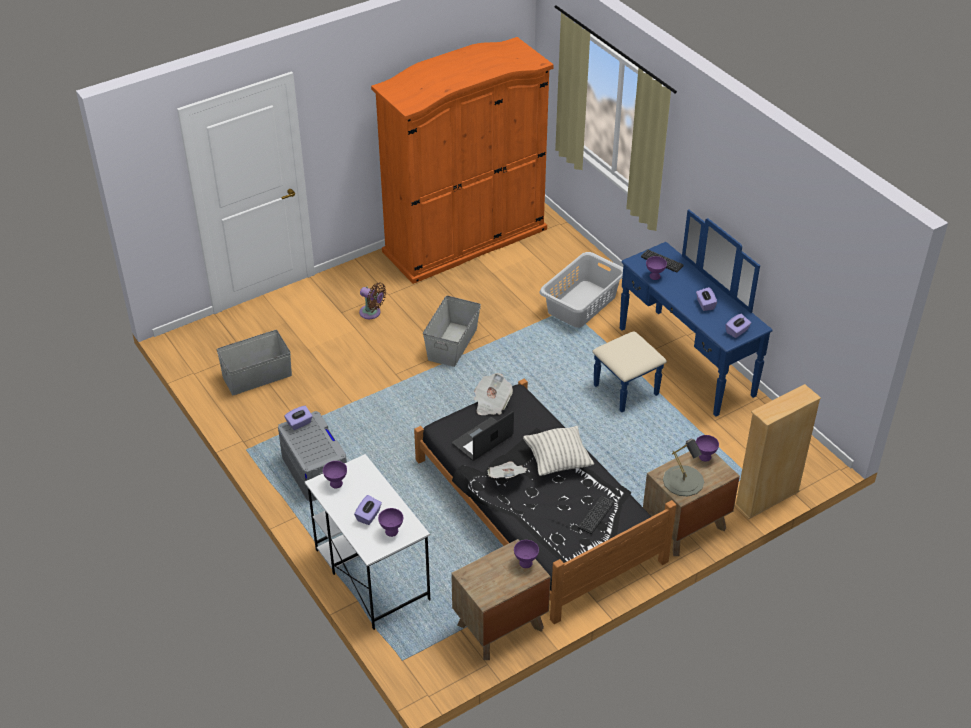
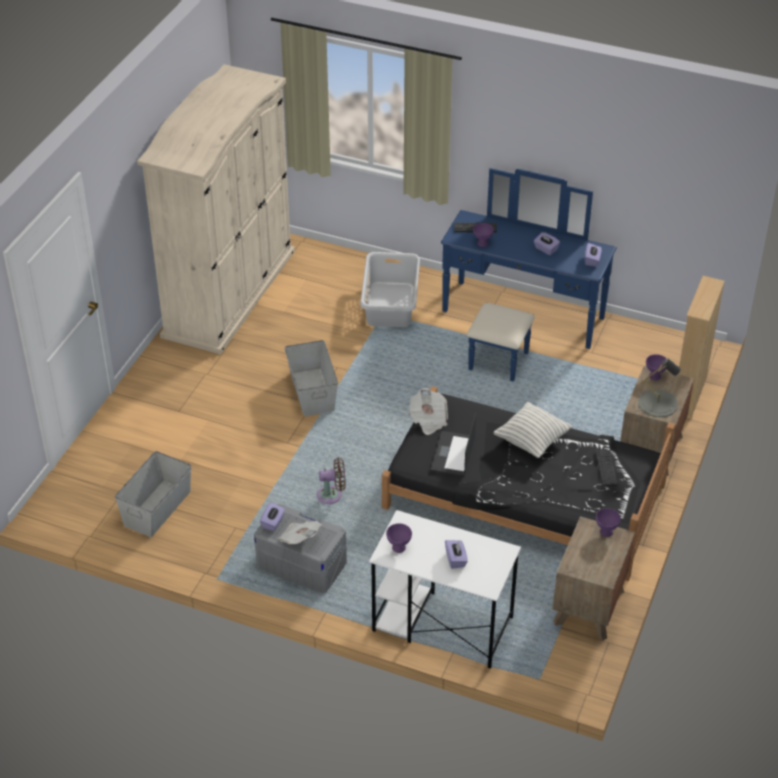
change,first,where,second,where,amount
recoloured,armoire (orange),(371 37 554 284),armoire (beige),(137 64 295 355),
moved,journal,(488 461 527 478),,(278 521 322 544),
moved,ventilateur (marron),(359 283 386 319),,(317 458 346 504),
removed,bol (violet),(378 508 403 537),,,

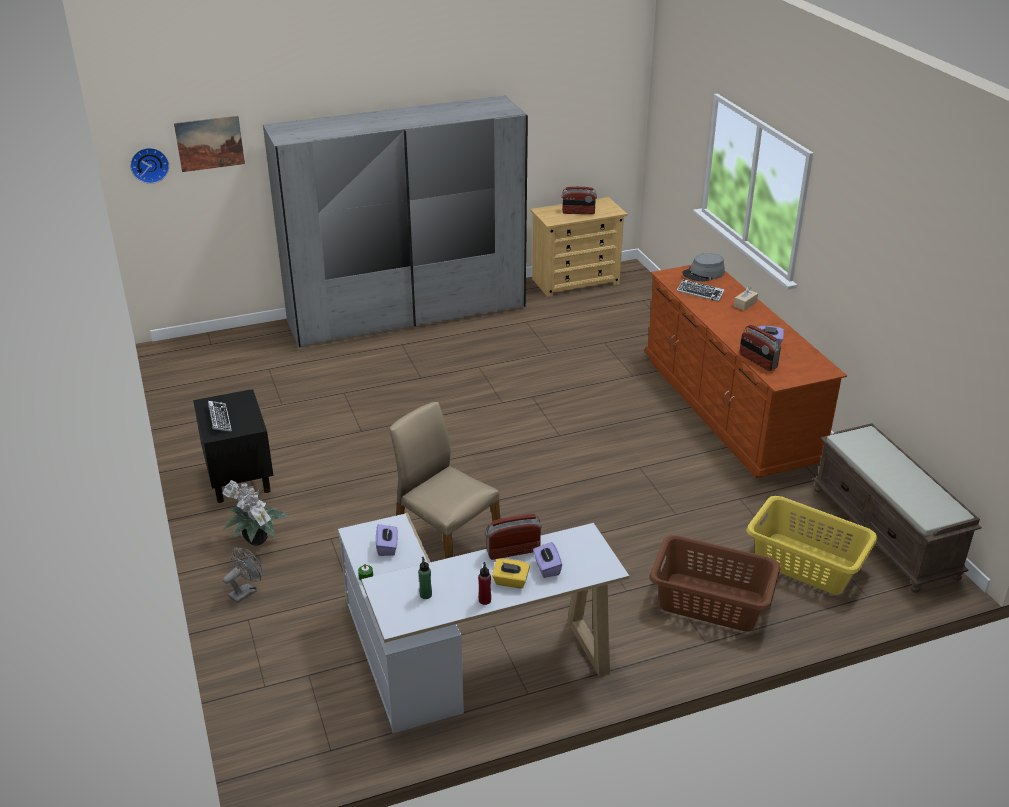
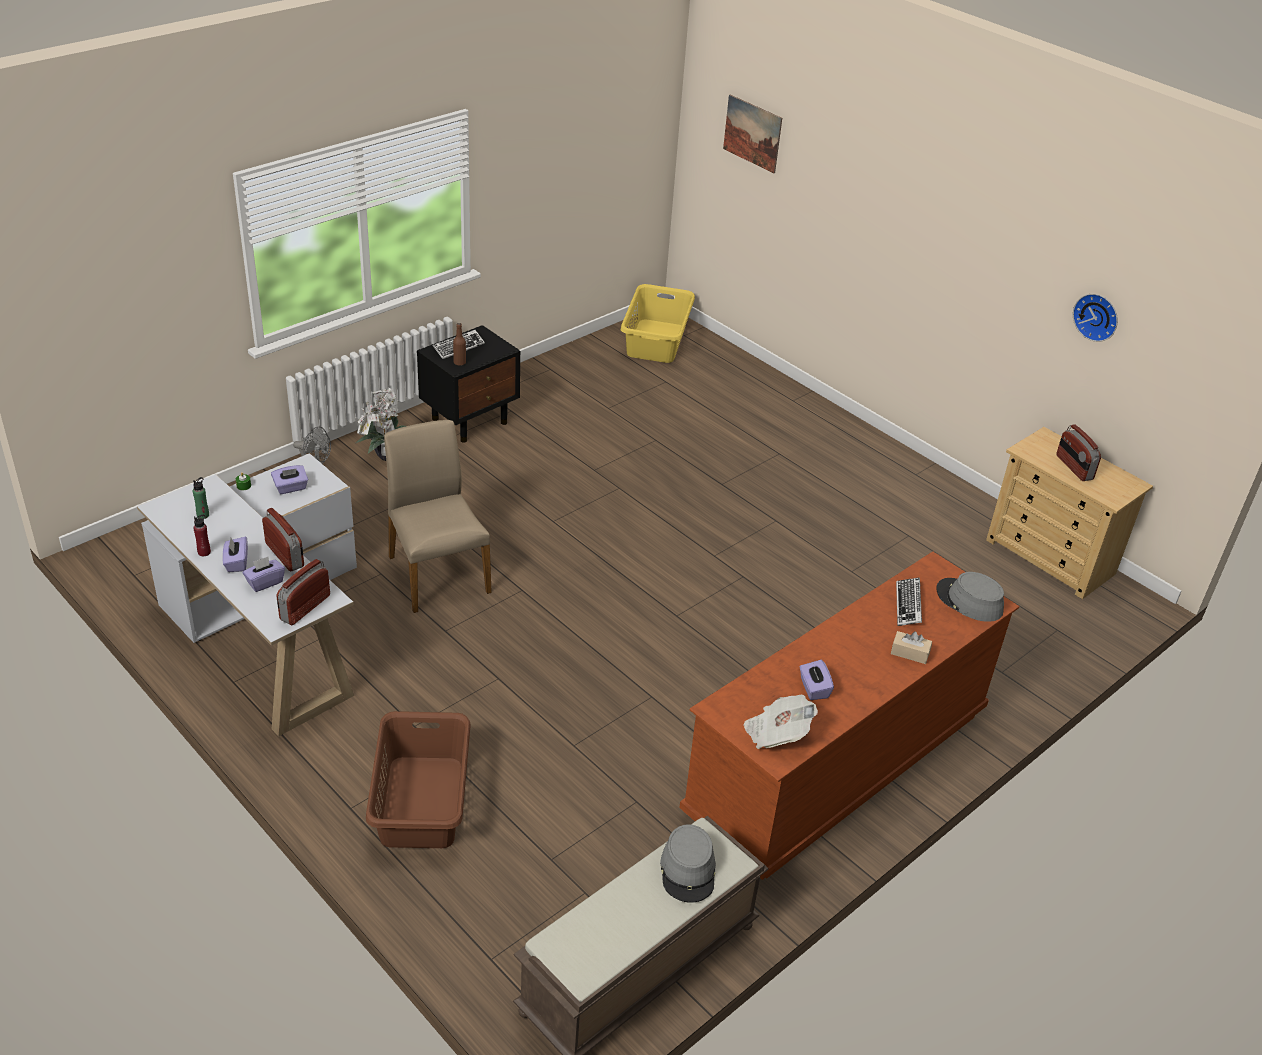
change,first,where,second,where,amount
recoloured,boîte à mouchoirs (jaune),(492 558 530 588),boîte à mouchoirs (violet),(222 536 248 572),
moved,radio,(739 325 781 371),,(276 559 330 625),
turned,chaise (beige),(390 402 500 559),,(384 420 492 613),45 degrees counterclockwise
added,,,bouteille (marron),(453 323 466 366),
moved,panier à linge (jaune),(746 496 877 594),,(621 284 695 363),
added,,,chapeau (gris),(660 824 716 903),
added,,,journal,(743 695 818 749),
moved,horloge murale,(130 148 169 184),,(1073 294 1118 342),
removed,armoire (gris),(263 95 528 349),,,

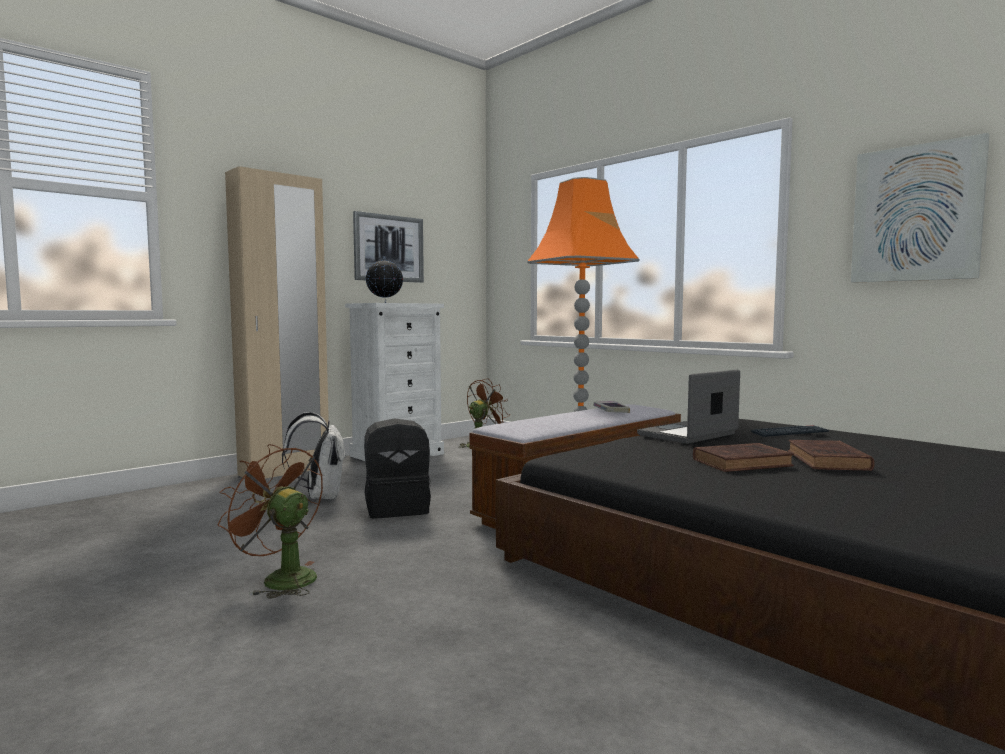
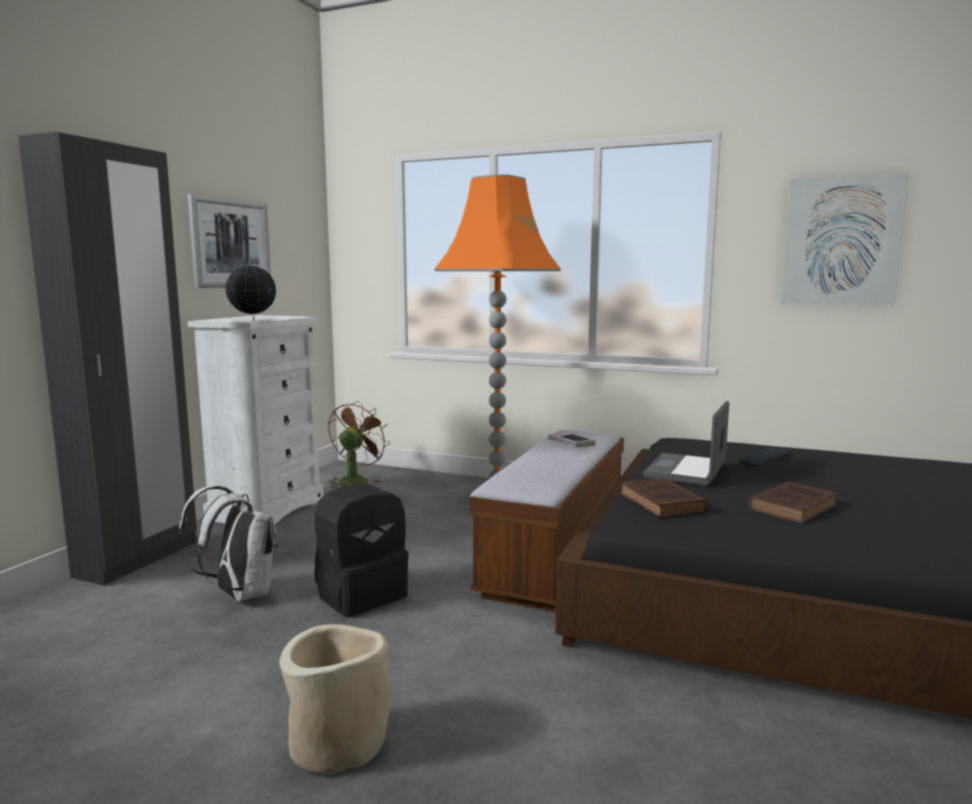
change,first,where,second,where,amount
recoloured,armoire (beige),(225 166 329 479),armoire (noir),(18 132 197 586),
replaced,ventilateur (marron),(218 444 323 599),cache-pot (beige),(279 624 390 774),
moved,livre (marron),(788 440 875 471),,(620 478 708 518),

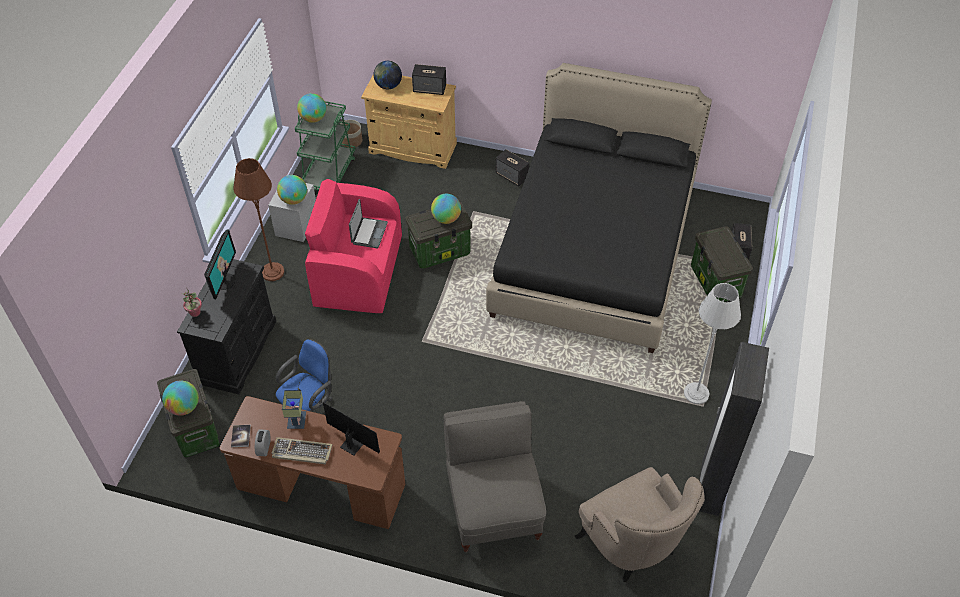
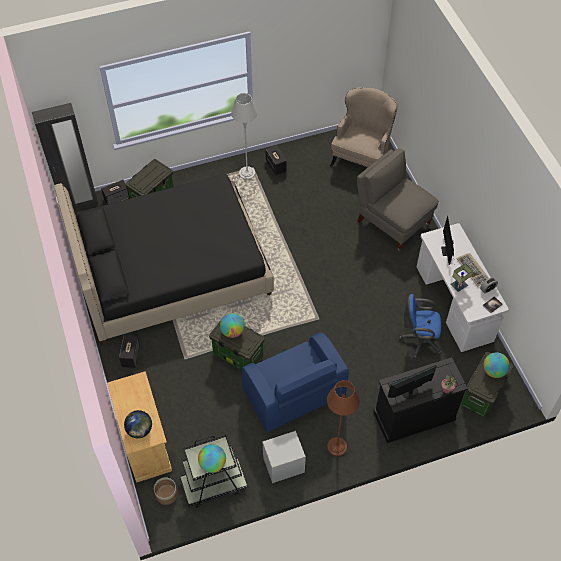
change,first,where,second,where,amount
moved,armoire (noir),(699 342 769 516),,(32 103 98 210),
recoloured,chariot (vert),(295 101 356 190),chariot (noir),(179 434 248 508),
recoloured,fauteuil (rose),(305 179 402 313),fauteuil (bleu),(241 332 349 433),
moved,enceinte,(412 64 446 95),,(266 145 287 175),
turned,fauteuil (gris),(444 401 546 553),,(357 148 439 251),90 degrees clockwise
recoloured,bureau (marron),(220 396 405 529),bureau (blanc),(417 223 509 352),
removed,globe,(277 175 307 205),,,
removed,ordinateur portable,(349 199 388 248),,,

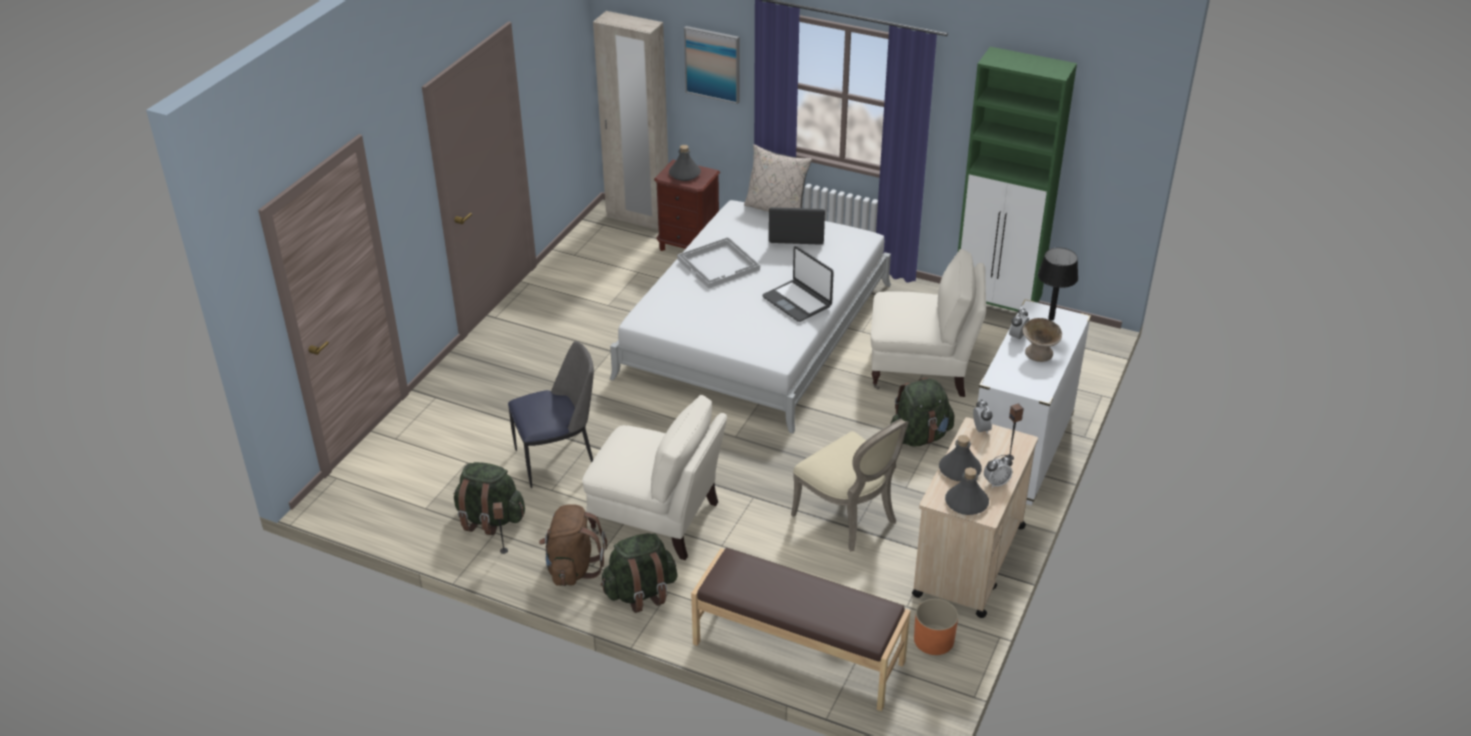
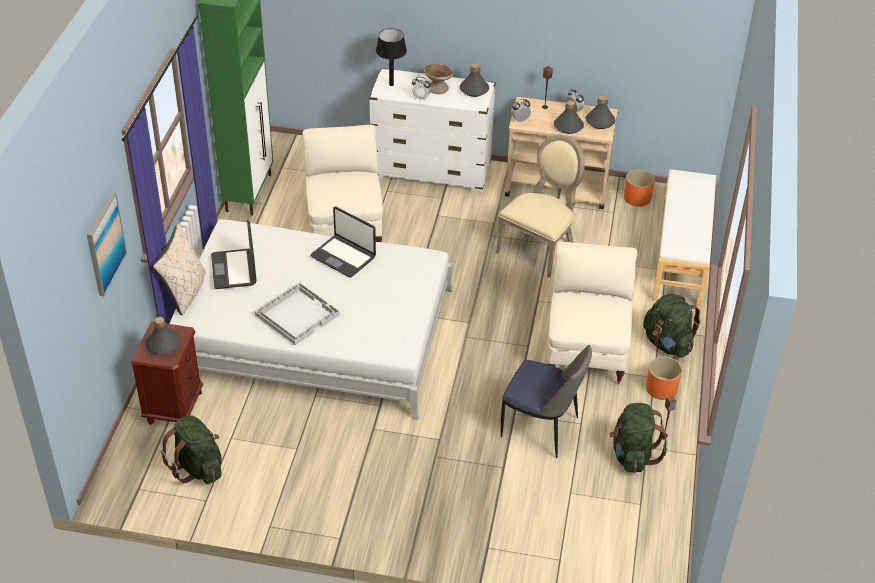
change,first,where,second,where,amount
moved,sac à dos (vert),(890 378 954 447),,(161 415 222 484),
turned,ordinateur portable,(762 246 834 322),,(311 206 376 278),90 degrees clockwise
added,,,bouteille (gris),(460 63 489 97),
turned,chaise,(508 341 594 488),,(501 345 592 458),150 degrees clockwise
replaced,sac à dos (marron),(539 504 607 586),cache-pot (orange),(646 356 682 400),
recoloured,banc (marron),(691 548 911 711),banc (blanc),(652 169 716 307),
removed,armoire (beige),(593 11 668 231),,,

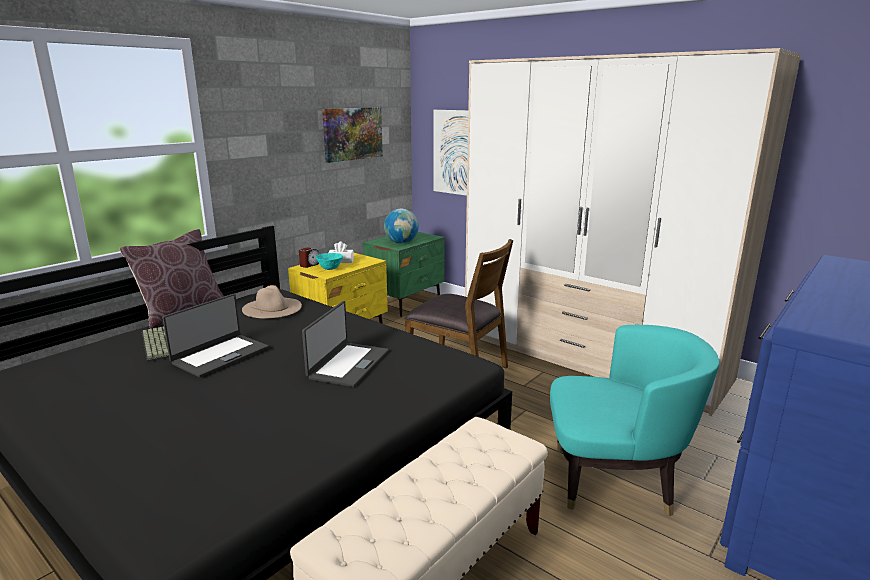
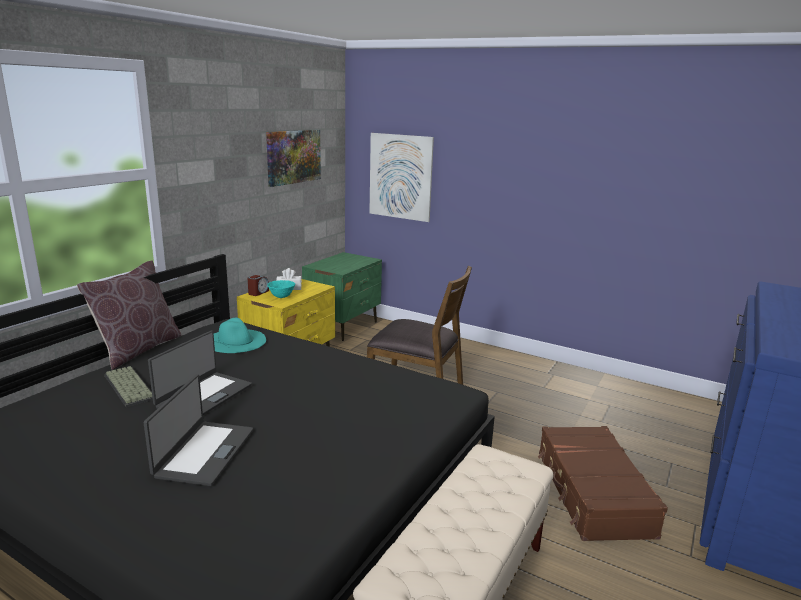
change,first,where,second,where,amount
moved,ordinateur portable,(302 301 388 387),,(144 374 253 486),
recoloured,chapeau (beige),(242 285 302 319),chapeau (turquoise),(214 318 266 353),
replaced,fauteuil (turquoise),(550 325 719 516),valise (marron),(538 426 668 541),
removed,globe,(384 209 419 243),,,
removed,armoire,(465 48 801 416),,,

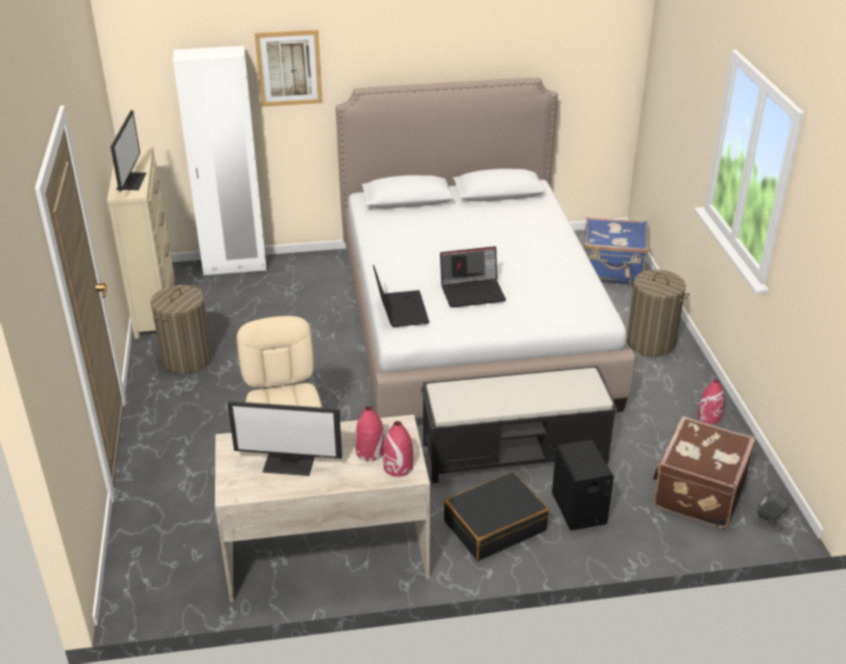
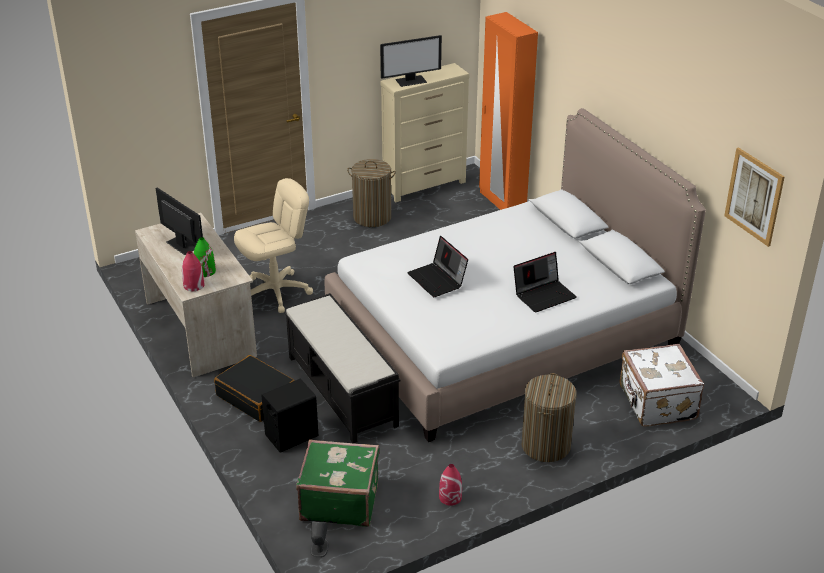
change,first,where,second,where,amount
turned,écran d'ordinateur,(227 401 342 476),,(155 188 203 255),150 degrees clockwise
recoloured,vase (rouge),(355 406 385 461),vase (vert),(194 237 216 277),
recoloured,valise (marron),(653 416 755 528),valise (vert),(296 439 379 527),
recoloured,armoire (blanc),(173 46 267 276),armoire (orange),(479 12 538 210),
moved,ordinateur portable,(373 265 429 327),,(513 252 576 313),
recoloured,valise (bleu),(584 217 648 285),valise (blanc),(620 344 704 427),
moved,tableau,(255 30 323 107),,(724 147 785 247),

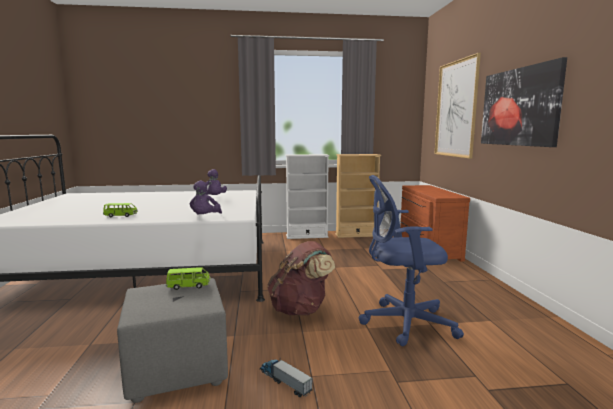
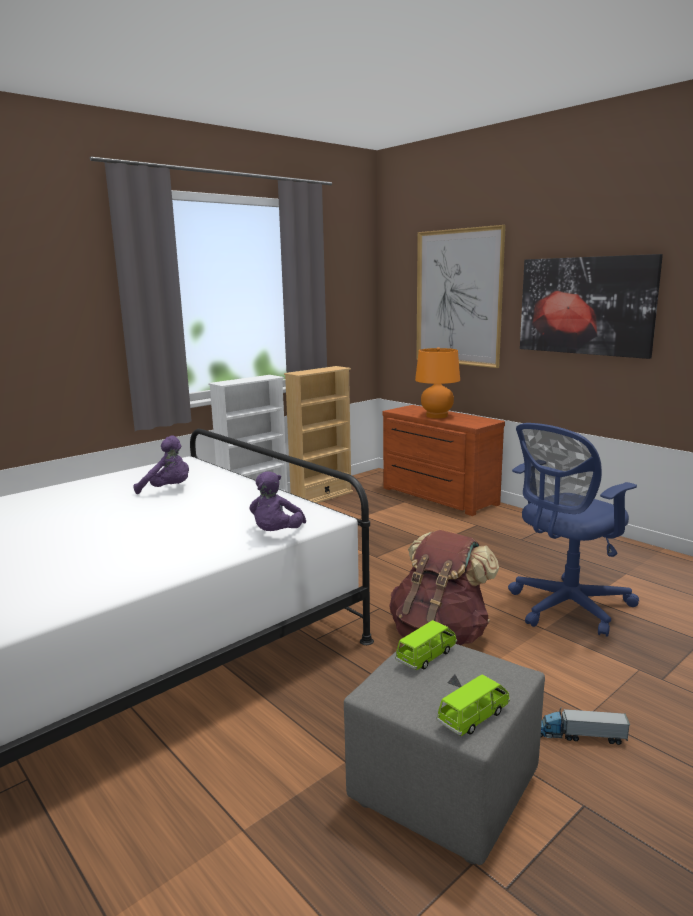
change,first,where,second,where,amount
turned,peluche (violet),(189 181 222 215),,(249 471 306 531),45 degrees clockwise
added,,,lampe de table (orange),(415 347 460 419),
moved,petite voiture (vert),(103 203 138 217),,(437 675 510 736),

